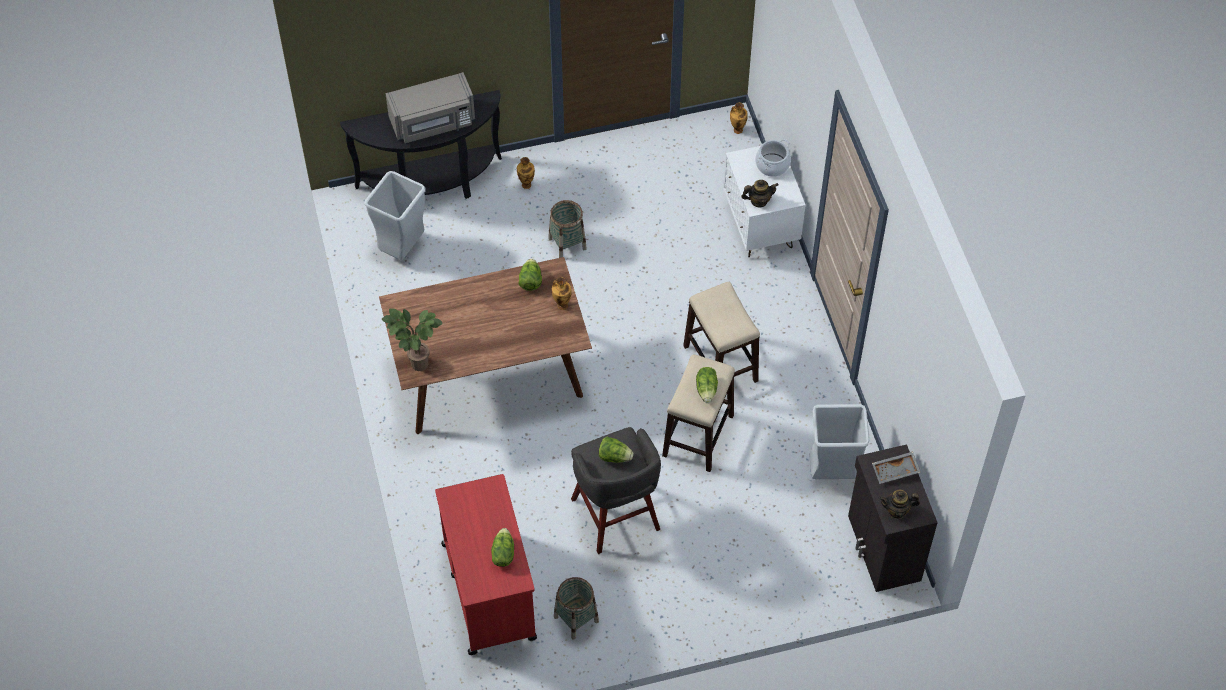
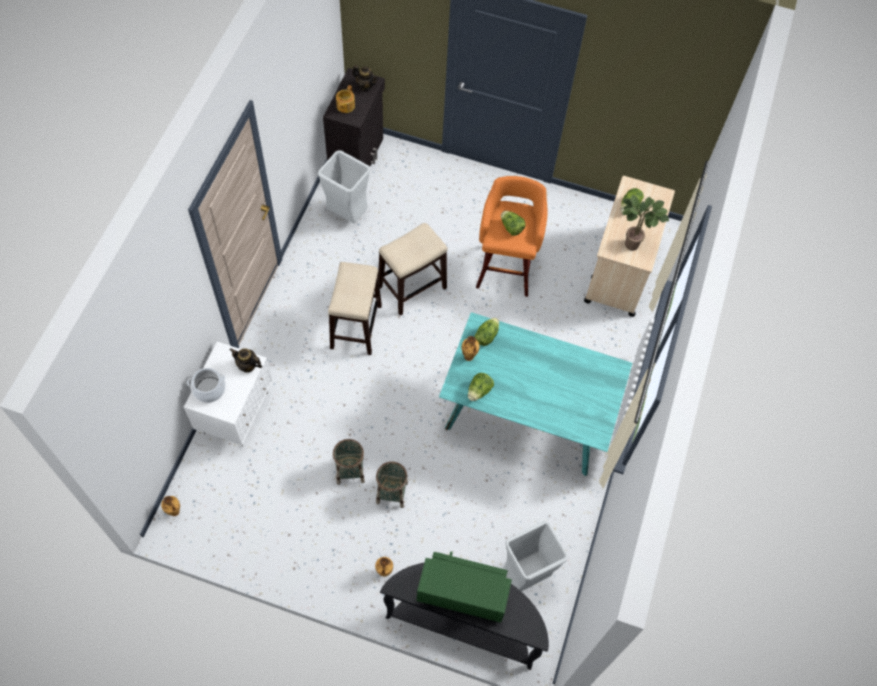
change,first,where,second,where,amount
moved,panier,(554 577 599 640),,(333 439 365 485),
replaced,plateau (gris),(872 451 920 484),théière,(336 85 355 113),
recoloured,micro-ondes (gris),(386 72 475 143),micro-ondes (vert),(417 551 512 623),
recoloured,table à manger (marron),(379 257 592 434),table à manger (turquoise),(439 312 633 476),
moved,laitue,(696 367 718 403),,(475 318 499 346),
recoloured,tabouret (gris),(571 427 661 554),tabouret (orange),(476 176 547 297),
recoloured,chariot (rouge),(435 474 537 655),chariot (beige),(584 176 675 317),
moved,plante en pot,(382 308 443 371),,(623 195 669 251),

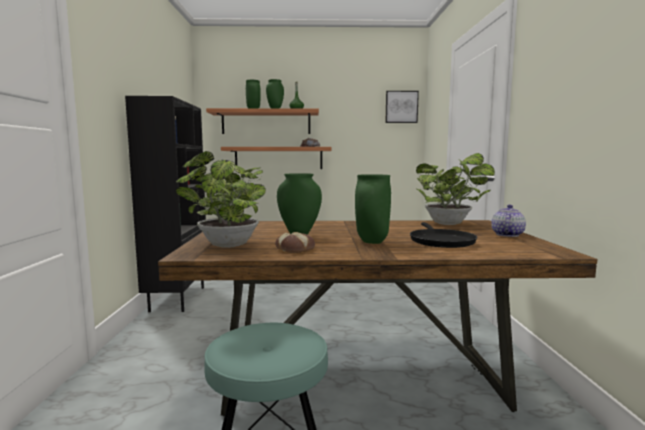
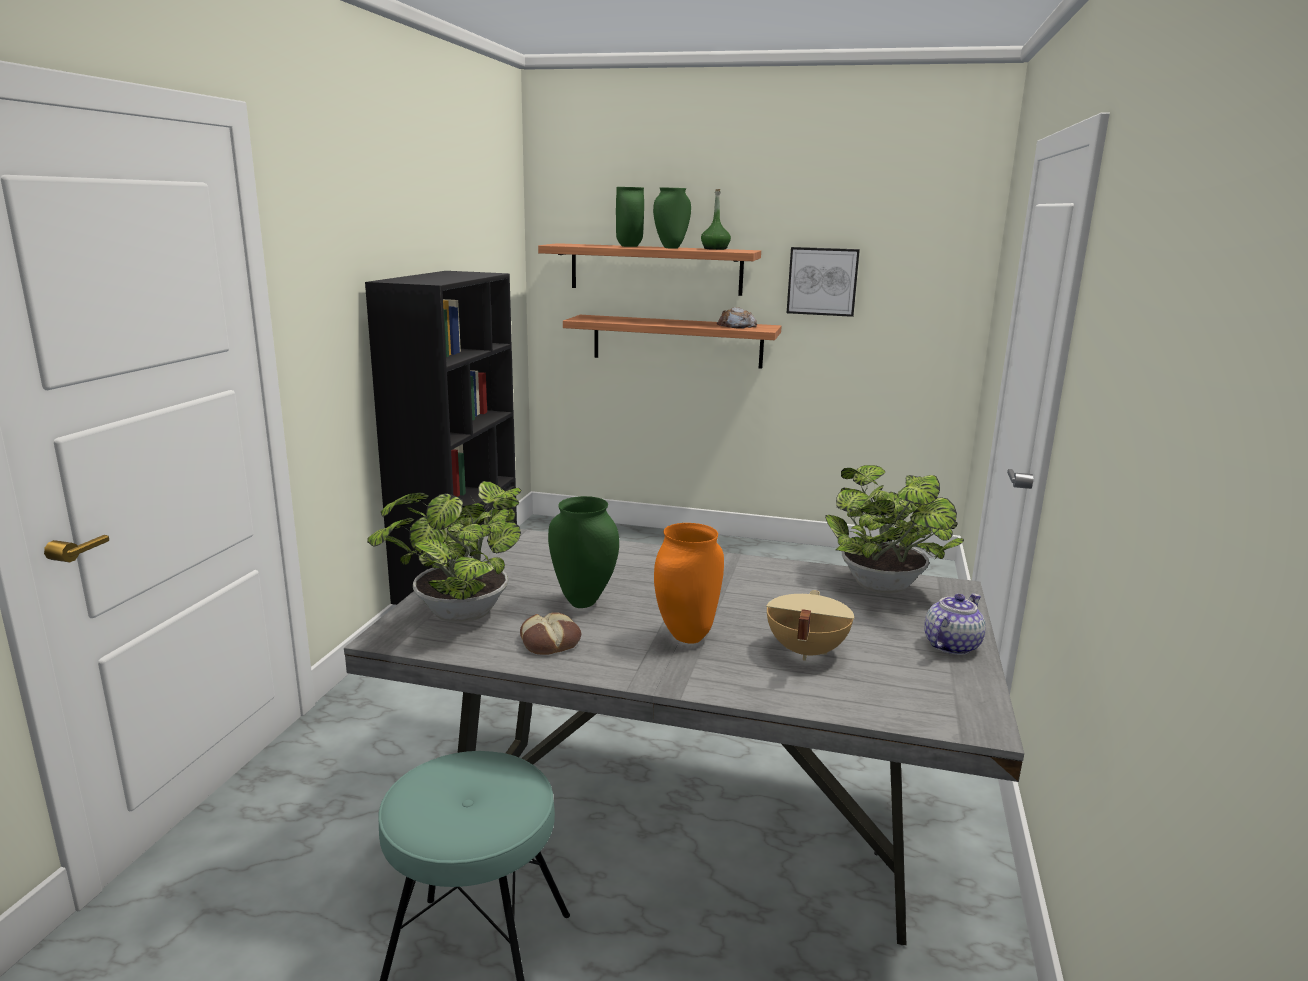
change,first,where,second,where,amount
recoloured,table à manger (marron),(158 220 597 416),table à manger (gris),(344 529 1024 945),
recoloured,vase (vert),(355 174 391 244),vase (orange),(654 523 724 643),
replaced,poêle (noir),(410 222 477 248),marmite (beige),(766 590 854 661),
moved,tableau,(385 91 419 123),,(787 247 860 317),

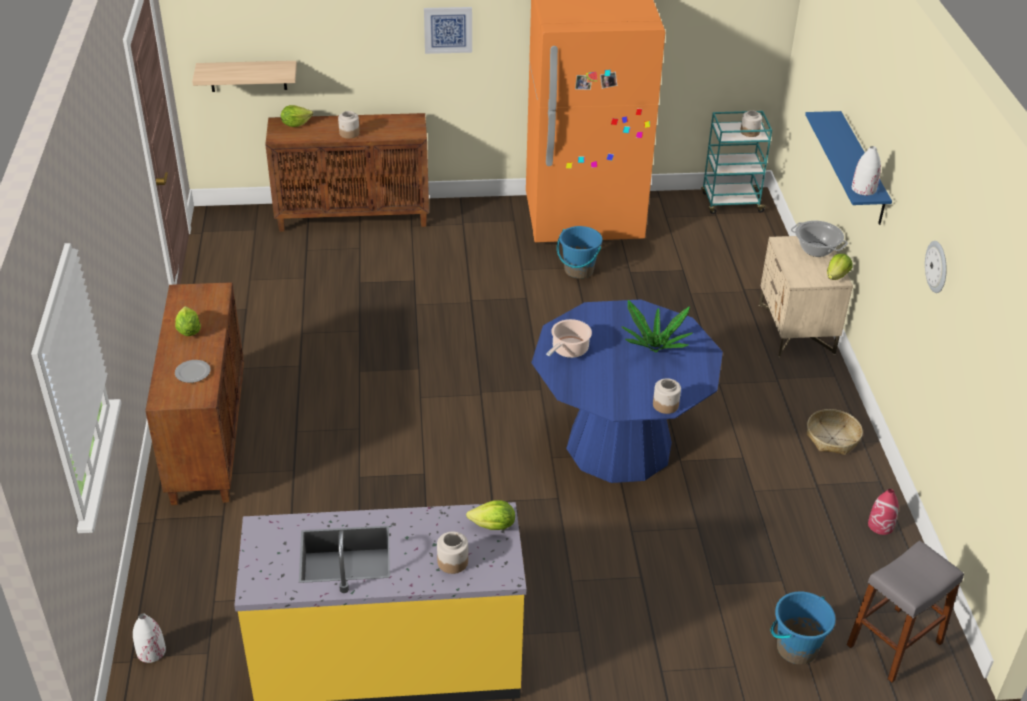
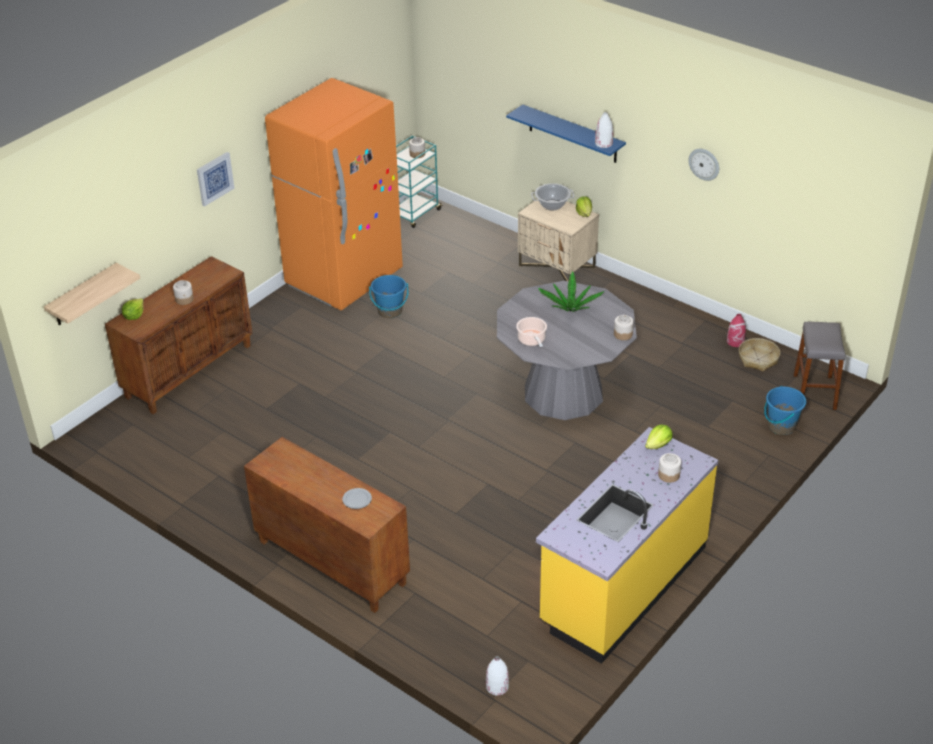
change,first,where,second,where,amount
recoloured,table à manger (bleu),(531 299 723 483),table à manger (gris),(497 281 637 420),
moved,panier,(807 409 863 455),,(739 338 780 371),
removed,laitue,(175 306 201 336),,,

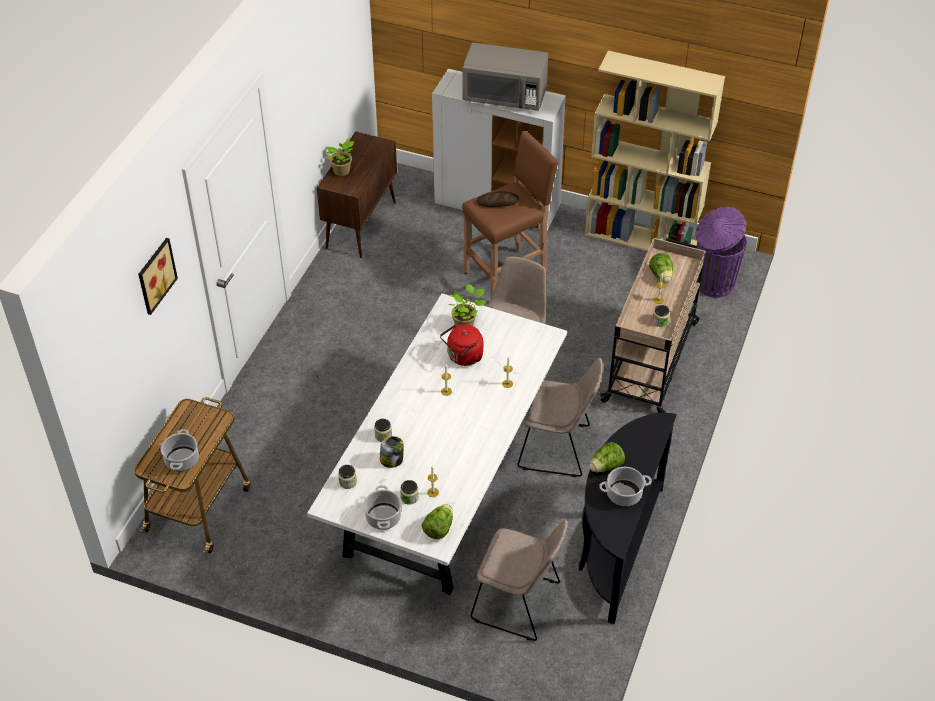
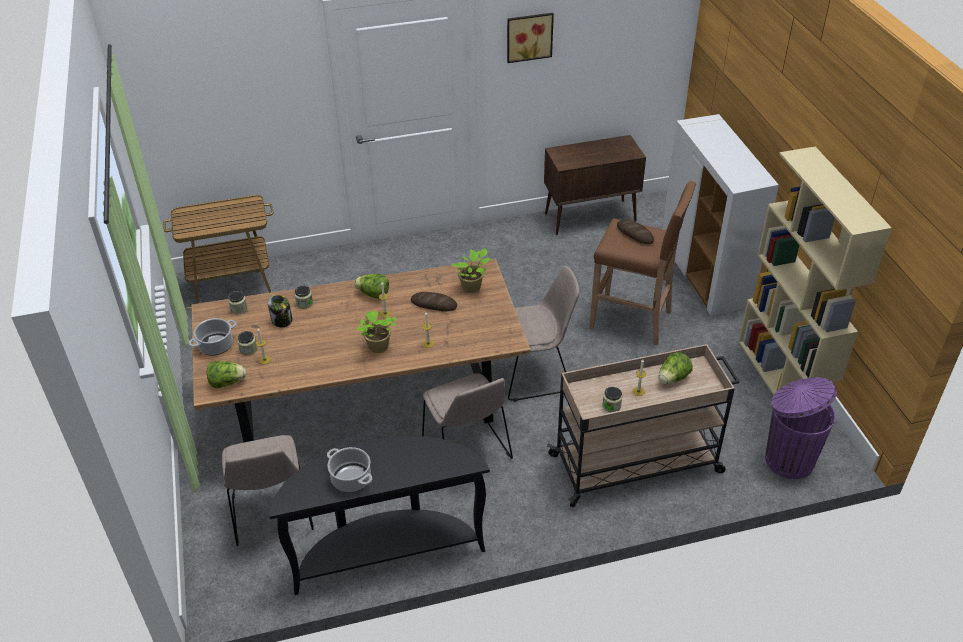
change,first,where,second,where,amount
recoloured,table à manger (blanc),(307 293 567 595),table à manger (marron),(191 258 530 442),
moved,laitue,(589 442 625 472),,(354 274 389 299),
moved,plante en pot,(326 139 354 176),,(357 310 396 353),
replaced,bouilloire (rouge),(440 324 483 366),pain,(411 292 457 312),
moved,tableau,(138 238 178 315),,(507 13 554 63),
removed,marmite,(161 429 199 471),,,
removed,micro-ondes (gris),(462 42 548 111),,,

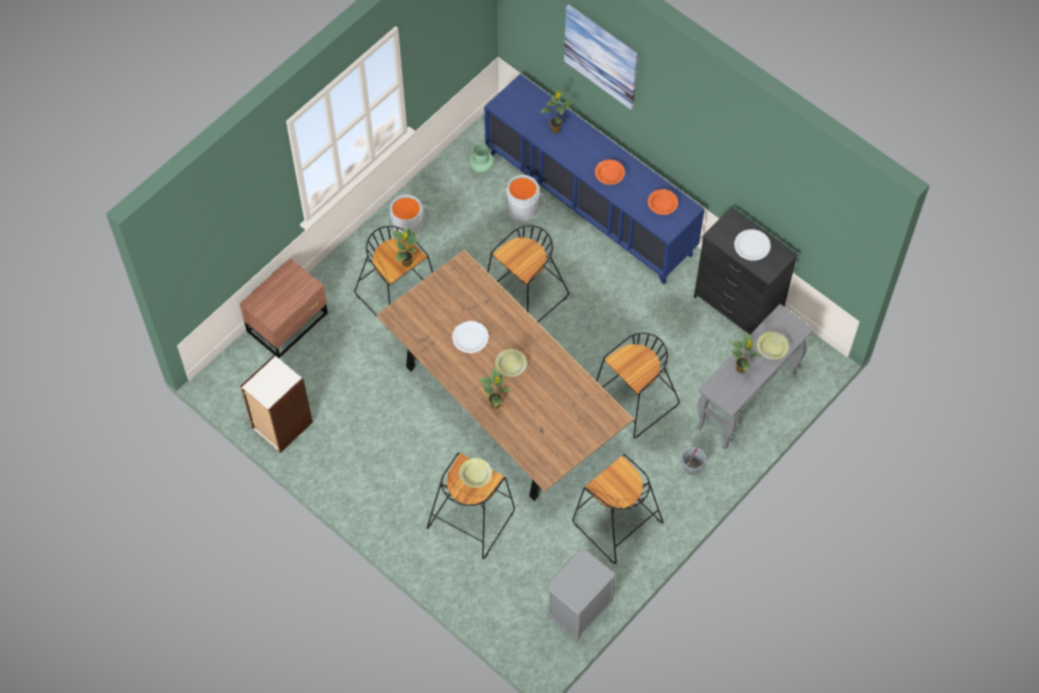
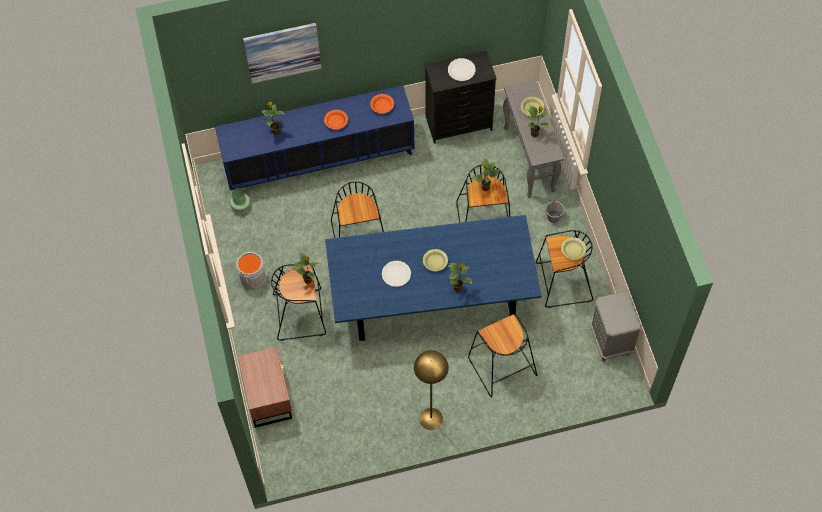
change,first,where,second,where,amount
recoloured,table à manger (marron),(377 250 634 501),table à manger (bleu),(325 215 541 341),
added,,,lampadaire (jaune),(414 350 449 430),
added,,,plante en pot,(471 158 500 191),
moved,bol (jaune),(459 458 492 488),,(561 237 586 260),
removed,bibliothèque,(240 355 313 453),,,
removed,seau (gris),(500 175 545 223),,,

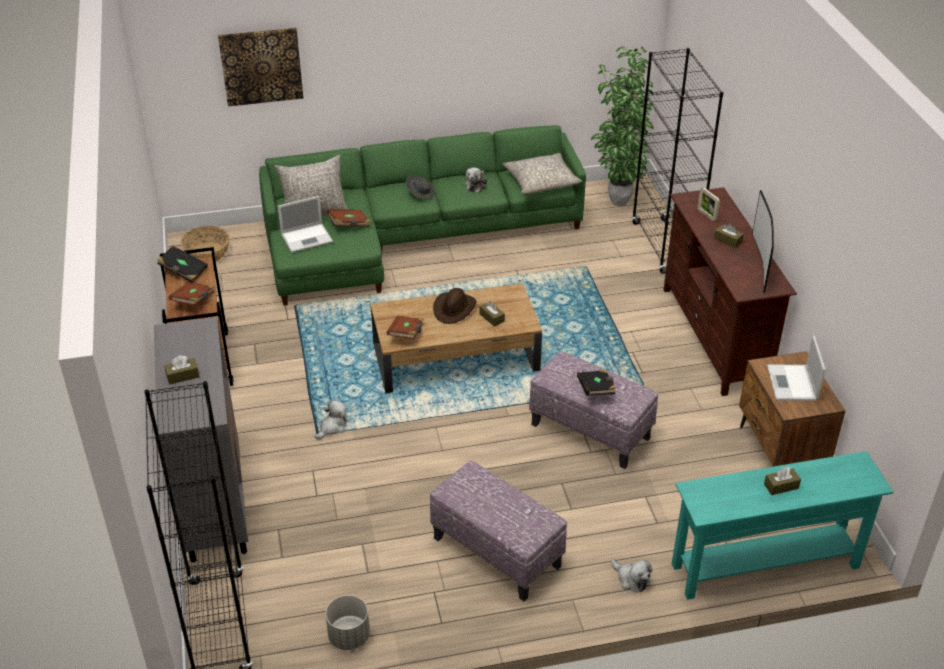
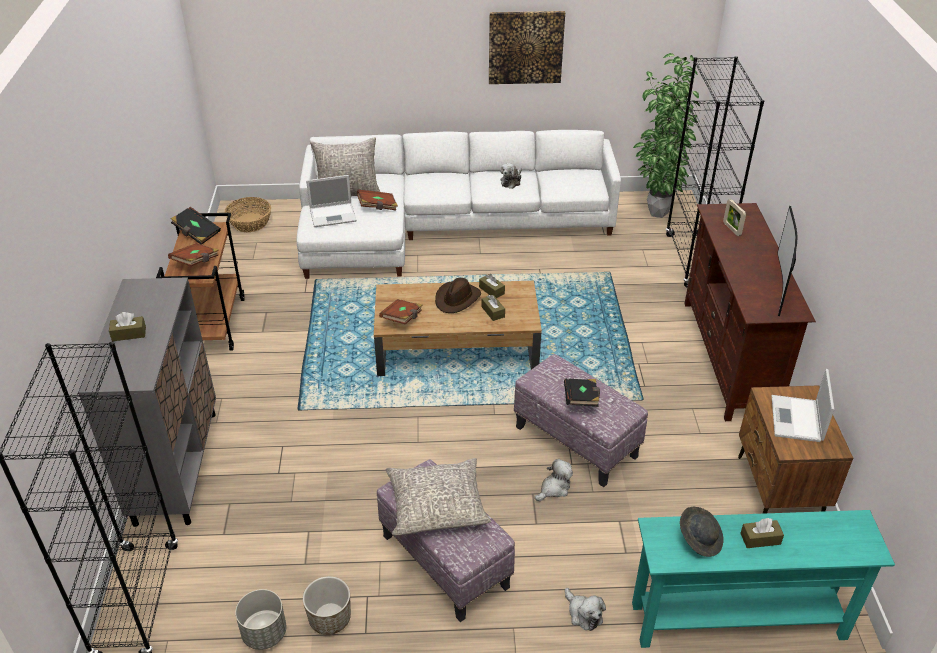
change,first,where,second,where,amount
recoloured,canapé (vert),(259 126 586 306),canapé (blanc),(297 130 621 279),
added,,,cache-pot,(303 576 351 635),
moved,coussin (gris),(502 153 582 194),,(386 458 491 535),
moved,boîte à mouchoirs (marron),(714 223 744 248),,(479 274 505 298),
moved,tableau,(218 27 303 107),,(489 11 565 84),
moved,peluche,(315 400 347 439),,(535 459 573 501),
moved,chapeau (gris),(406 175 435 200),,(680 507 724 557),

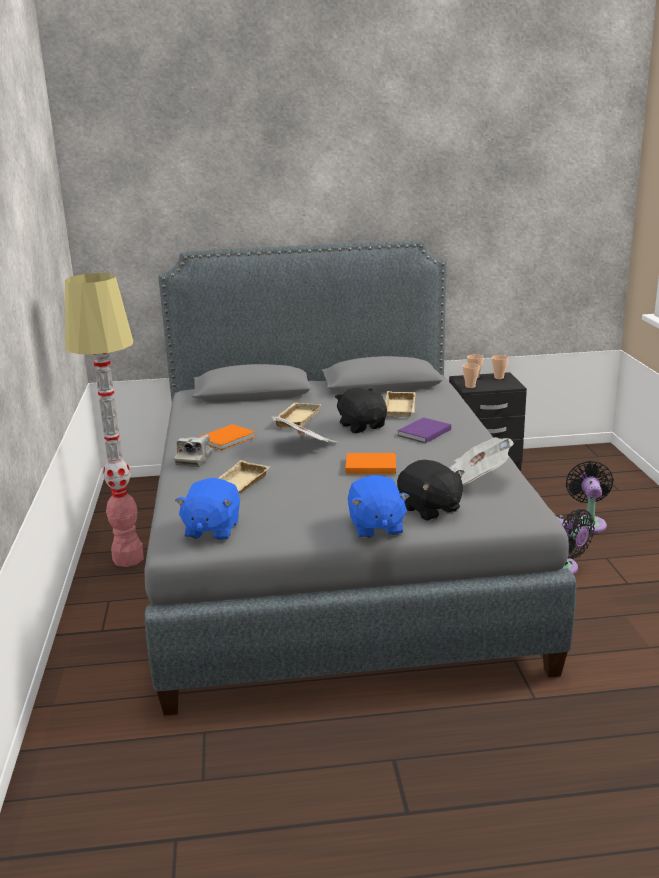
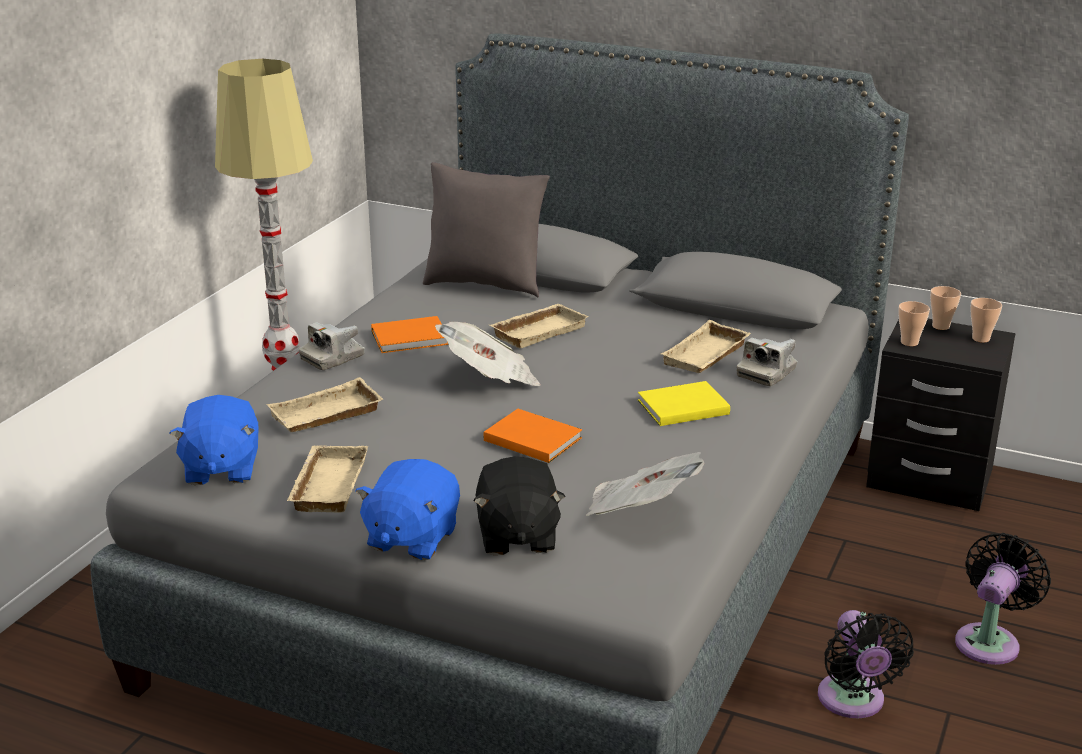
change,first,where,second,where,amount
turned,peluche (bleu),(175 478 240 541),,(169 395 258 485),45 degrees counterclockwise
added,,,plateau (beige),(287 445 368 513),
added,,,coussin (gris),(423 162 550 297),
recoloured,livre (violet),(397 417 451 443),livre (jaune),(638 381 730 426),
added,,,appareil photo,(737 338 797 386),
removed,peluche (noir),(335 387 387 433),,,

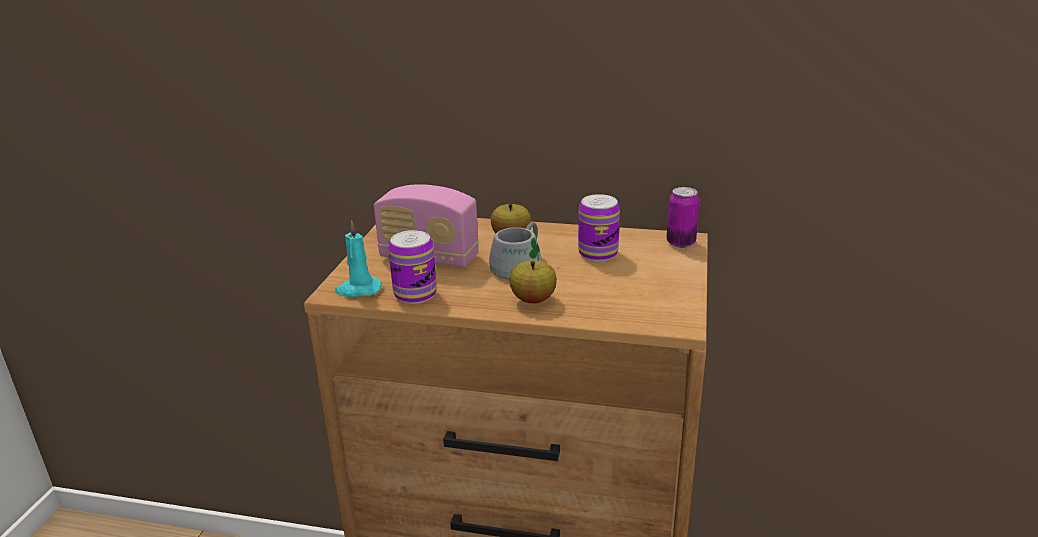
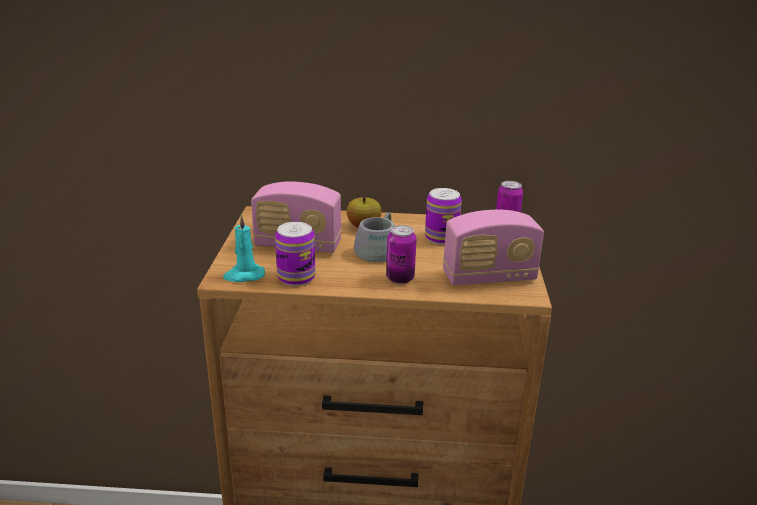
change,first,where,second,where,amount
replaced,pomme,(510 260 557 303),boîte métallique,(386 225 417 284),
added,,,radio,(443 210 544 286),

